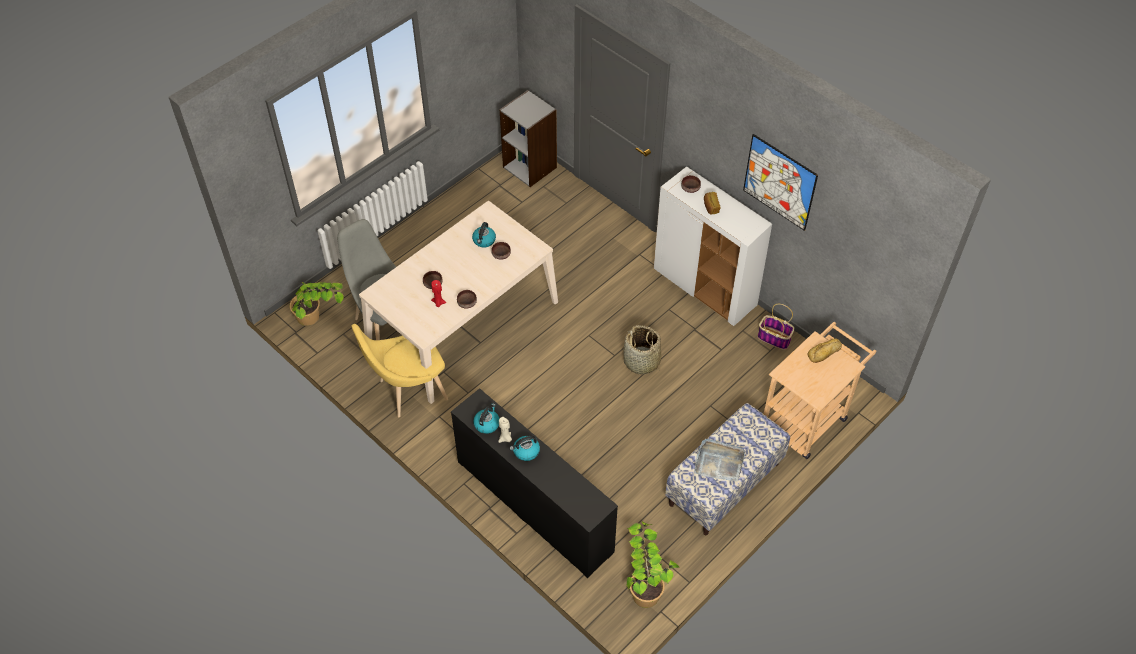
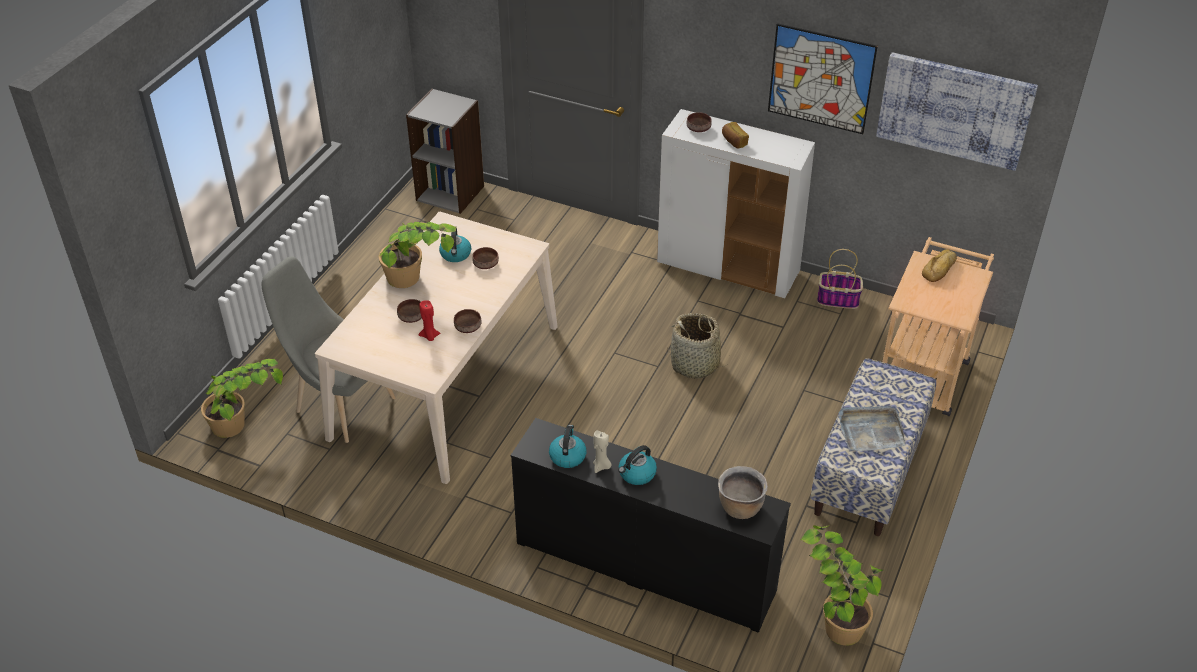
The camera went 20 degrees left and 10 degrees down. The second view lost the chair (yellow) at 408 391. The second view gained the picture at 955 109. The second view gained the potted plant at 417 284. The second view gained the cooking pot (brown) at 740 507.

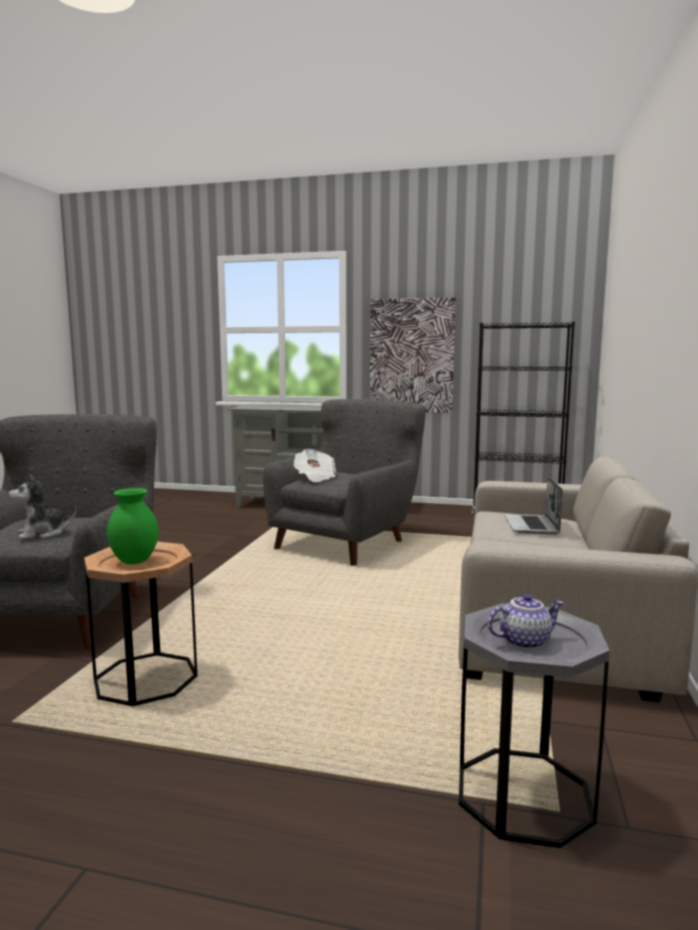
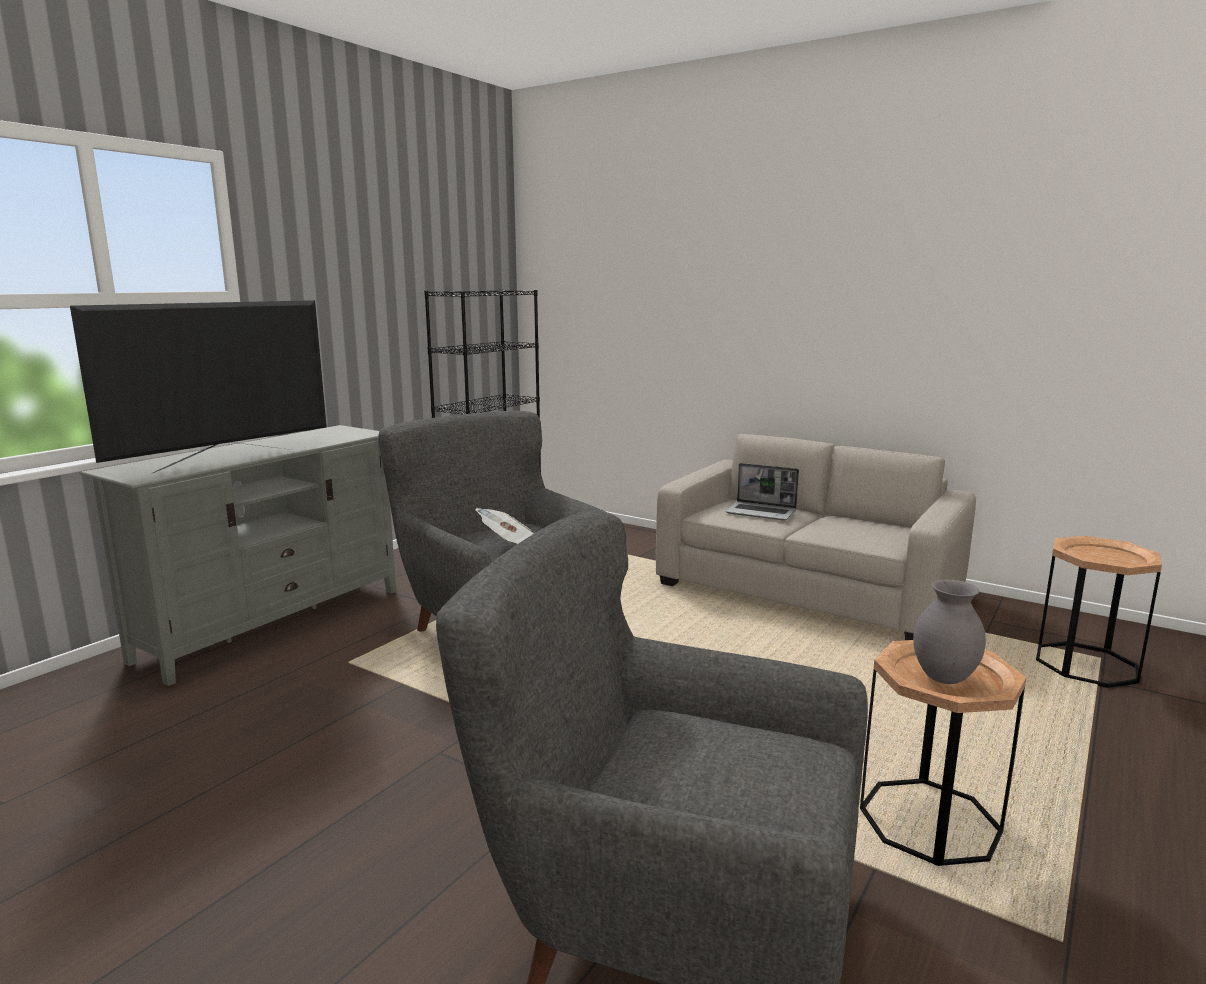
The camera went 70 degrees left and 5 degrees up. The second view lost the picture at 411 356. The second view lost the plush toy at 43 533. What was the vase (green) at 134 561 turned into the vase (grey) at 943 678. The second view lost the teapot at 524 641. What was the side table (grey) at 523 795 turned into the side table (brown) at 1086 664. The second view gained the television at 225 460.

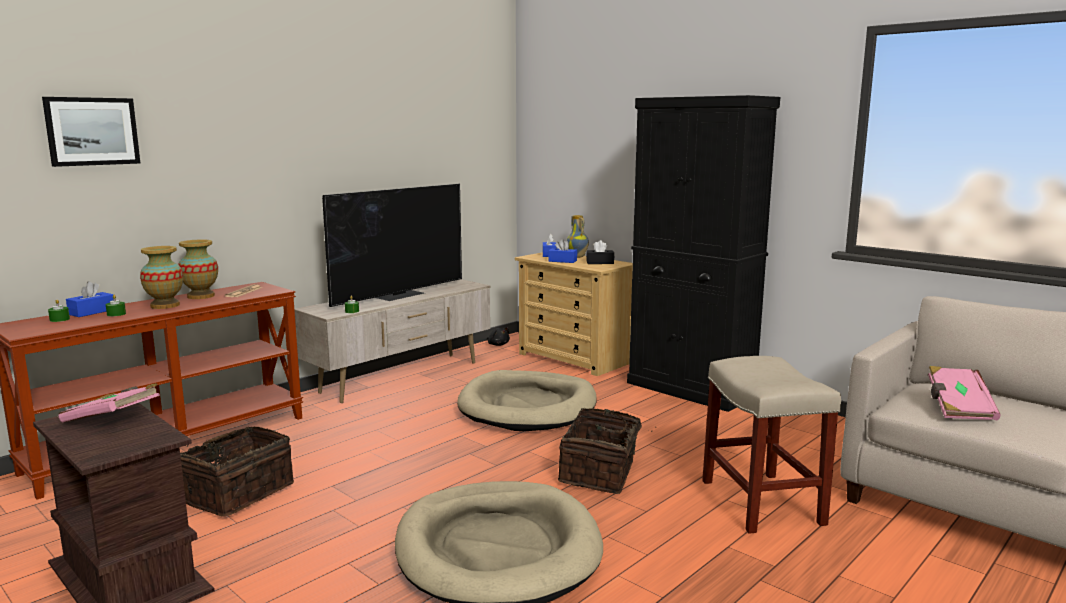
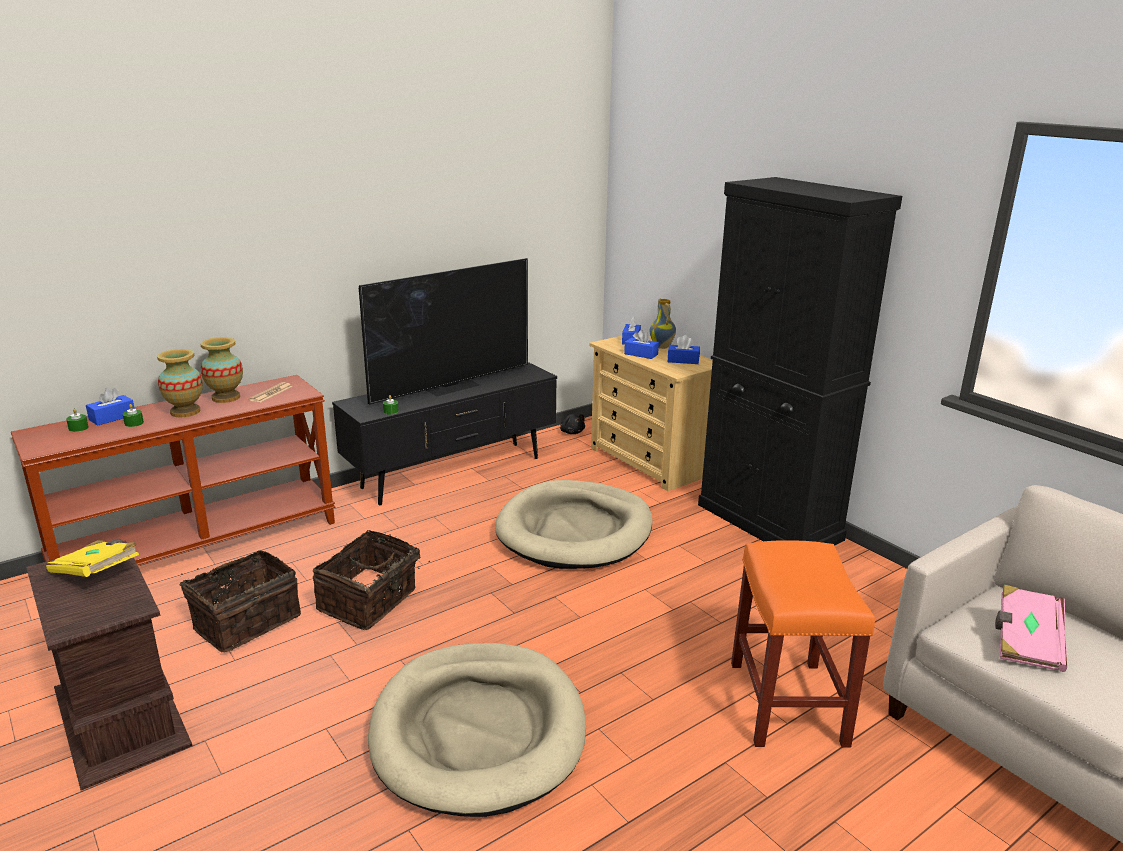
The camera went 10 degrees right and 10 degrees up. The second view lost the picture at 92 131. What was the tissue box (black) at 600 262 turned into the tissue box (blue) at 683 360. What was the tv stand (beige) at 402 377 turned into the tv stand (black) at 453 473. What was the stool (beige) at 762 503 turned into the stool (orange) at 788 704. What was the book (pink) at 113 420 turned into the book (yellow) at 97 573. The basket ended up elsewhere, having gone from 600 473 to 370 601.

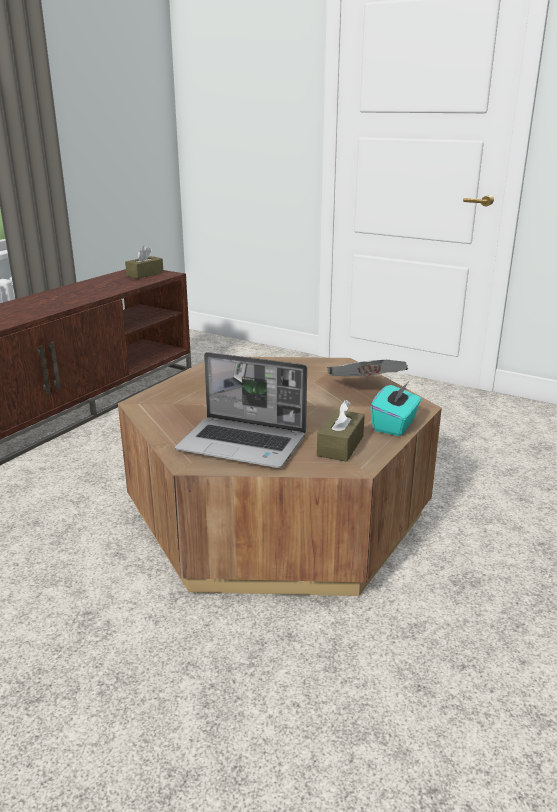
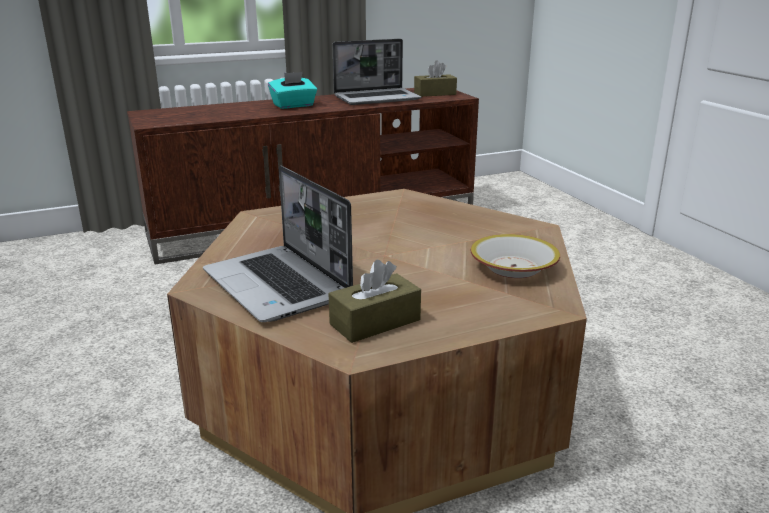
The camera went 35 degrees right and 0 degrees up. Where the newspaper stood at 365 390, the bowl came to stand at 513 267. The tissue box (turquoise) ended up elsewhere, having gone from 395 425 to 293 105. The second view gained the laptop at 377 98.

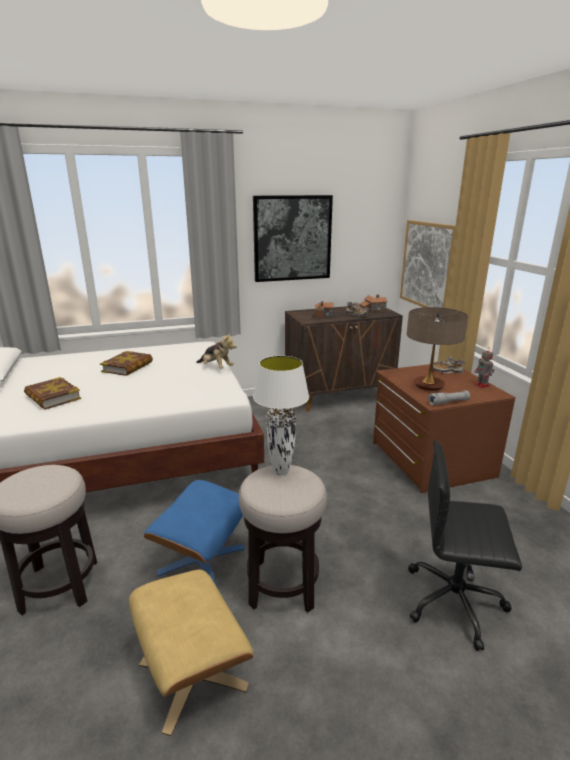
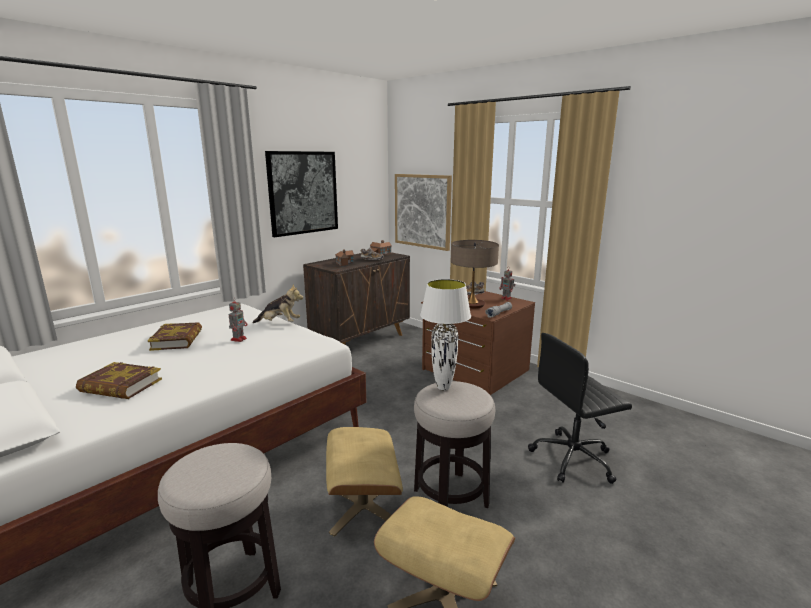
The camera went 30 degrees left and 5 degrees down. What was the ottoman (blue) at 201 560 turned into the ottoman (beige) at 362 506. The second view gained the toy robot at 239 339.

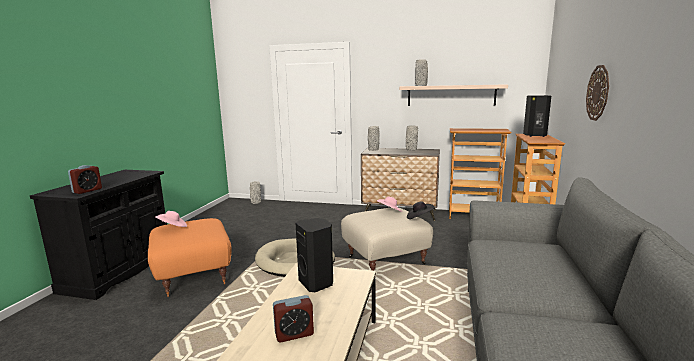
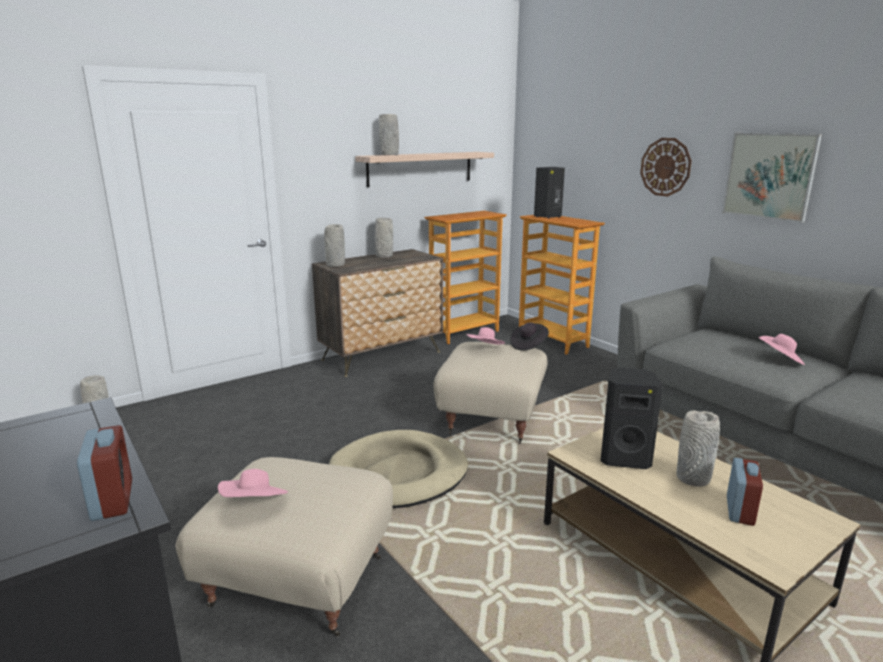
The camera went 50 degrees left and 5 degrees up. What was the ottoman (orange) at 194 275 turned into the ottoman (beige) at 298 582. The second view gained the picture at 769 176. The second view gained the hat (pink) at 780 360. The second view gained the vase (grey) at 693 478.

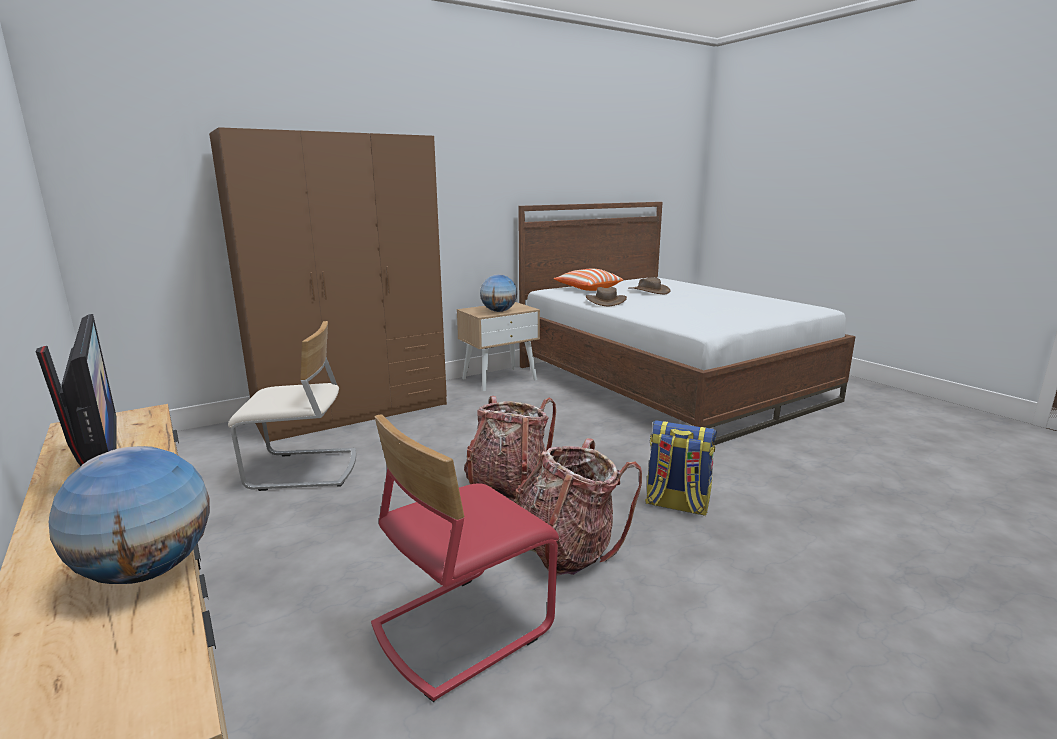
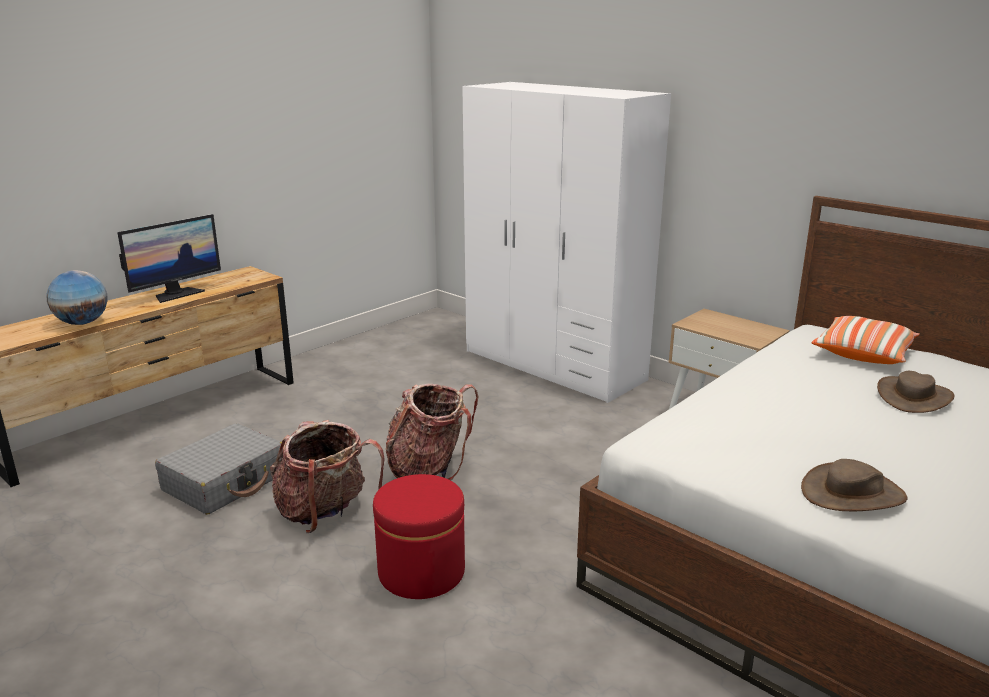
The camera went 75 degrees right and 5 degrees up. What was the wardrobe (brown) at 353 411 turned into the wardrobe (white) at 553 365. The second view lost the globe at 498 311. The hat (brown) ended up elsewhere, having gone from 606 301 to 853 494. The second view lost the chair (beige) at 303 470. Where the chair (red) stood at 461 627, the suitcase (grey) came to stand at 226 482. Where the backpack stood at 676 505, the ottoman (red) came to stand at 421 572.

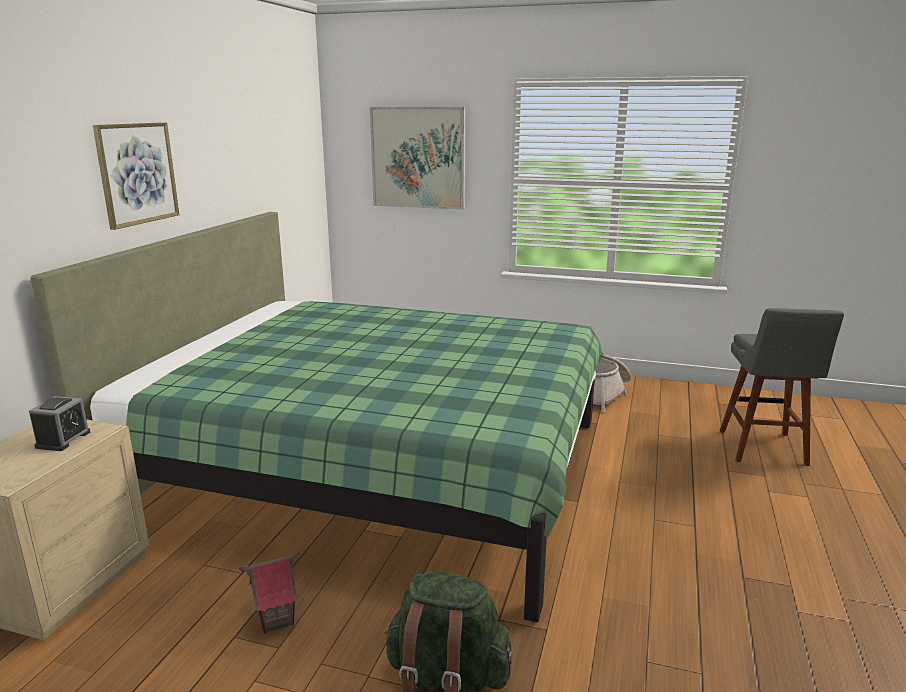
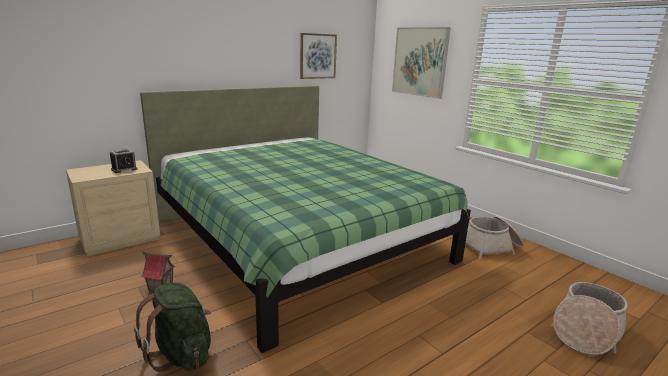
The camera went 35 degrees right and 0 degrees up. The picture ended up elsewhere, having gone from 137 173 to 318 56. Where the stool (grey) stood at 763 449, the basket came to stand at 585 331.

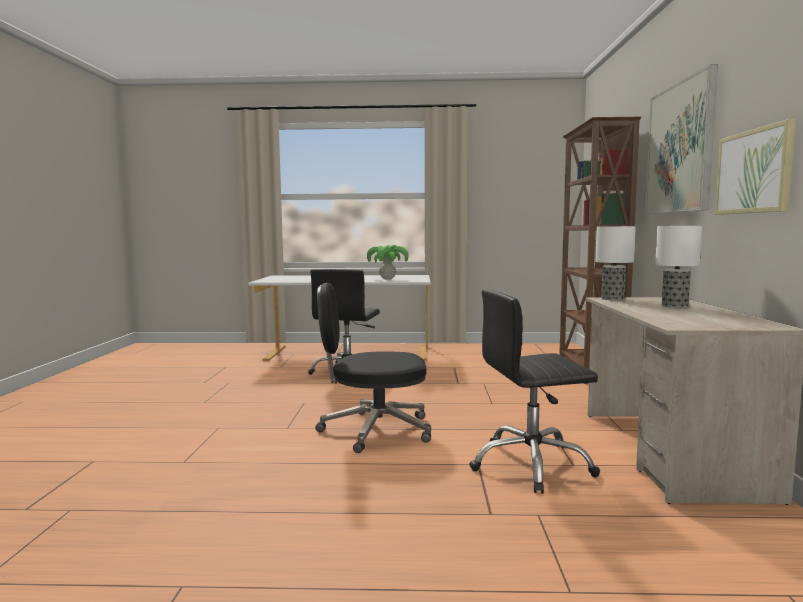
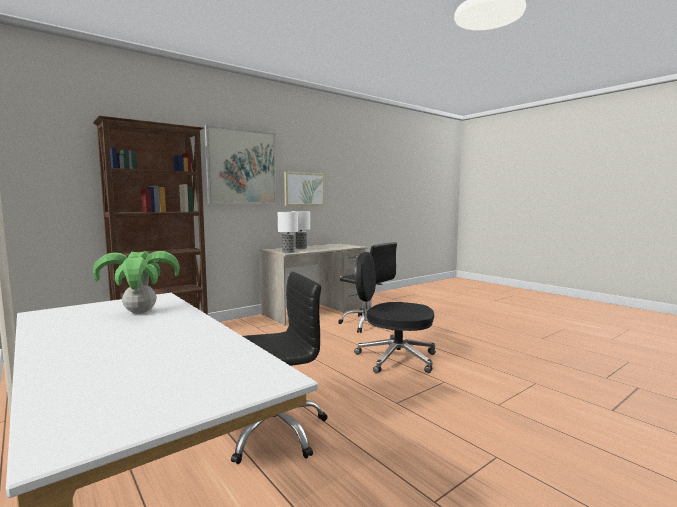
The camera went 130 degrees left and 0 degrees up. The office chair (black) at 374 430 ended up facing another way, 150 degrees clockwise from before.

